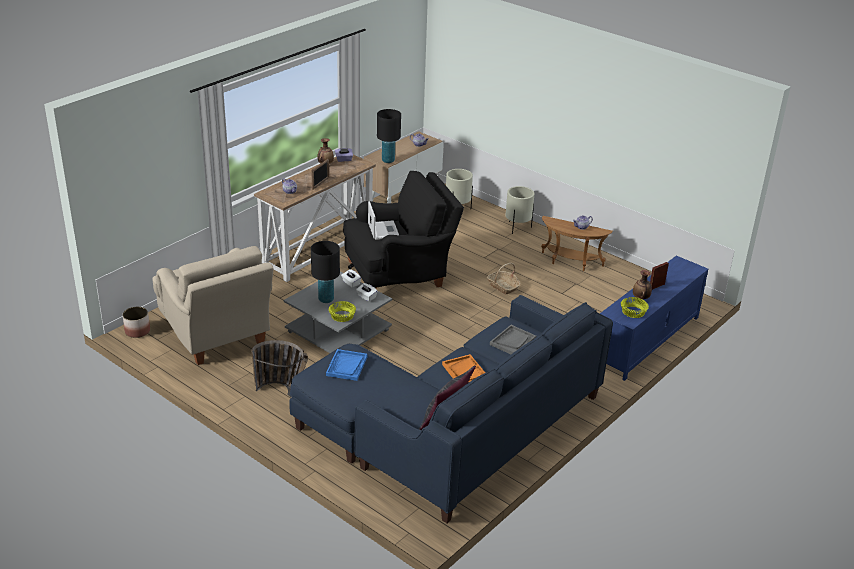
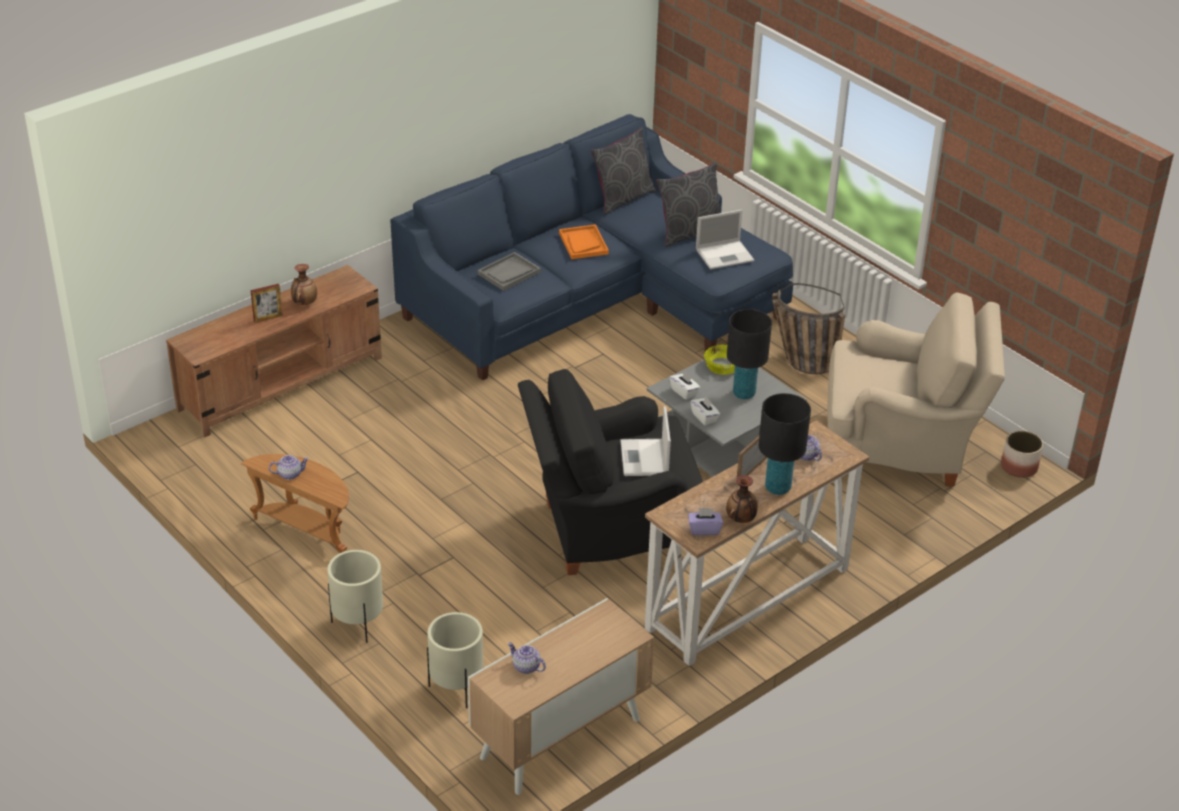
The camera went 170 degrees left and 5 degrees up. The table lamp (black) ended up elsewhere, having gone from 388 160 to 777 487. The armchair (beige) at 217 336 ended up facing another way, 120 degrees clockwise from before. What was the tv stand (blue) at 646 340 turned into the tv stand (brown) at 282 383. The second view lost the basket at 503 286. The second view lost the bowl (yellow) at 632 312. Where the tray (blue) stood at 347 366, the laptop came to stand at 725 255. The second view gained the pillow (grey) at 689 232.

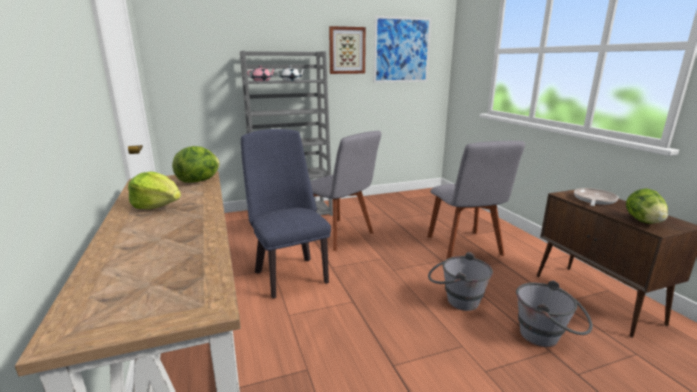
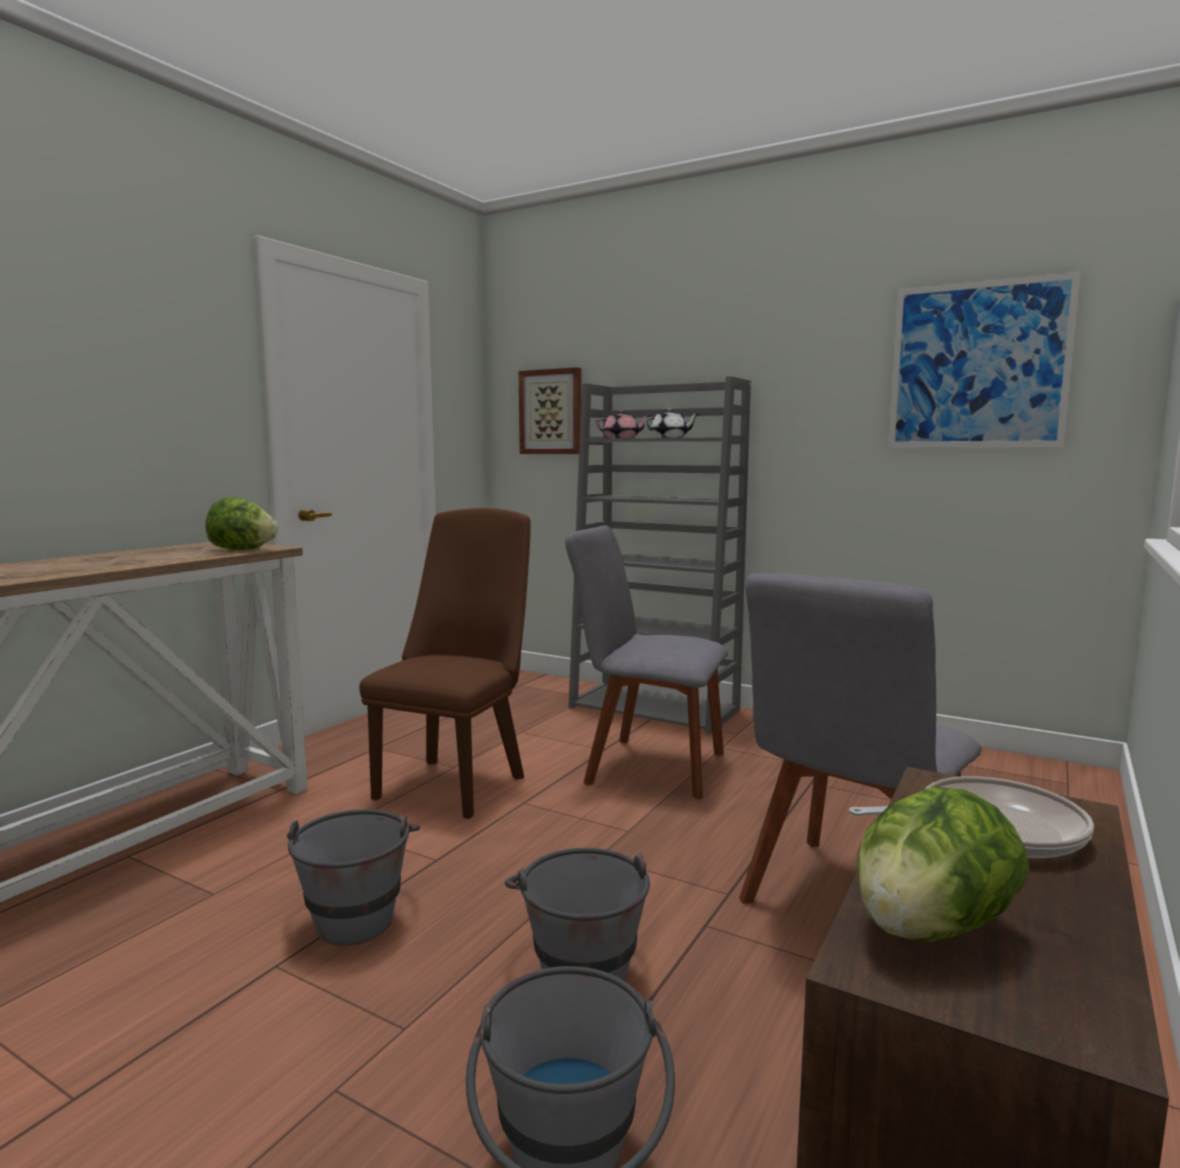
The camera went 50 degrees right and 10 degrees down. The picture ended up elsewhere, having gone from 347 50 to 551 412. What was the chair (blue) at 289 273 turned into the chair (brown) at 456 782. The chair (grey) at 340 235 ended up facing another way, 105 degrees clockwise from before. The second view lost the lettuce at 157 206. The second view gained the bucket (grey) at 357 913.

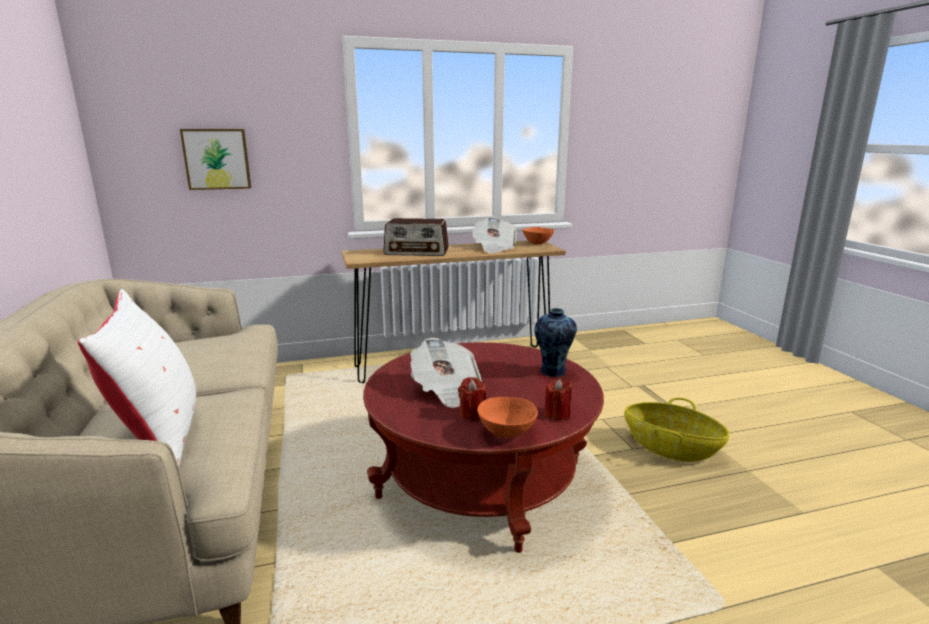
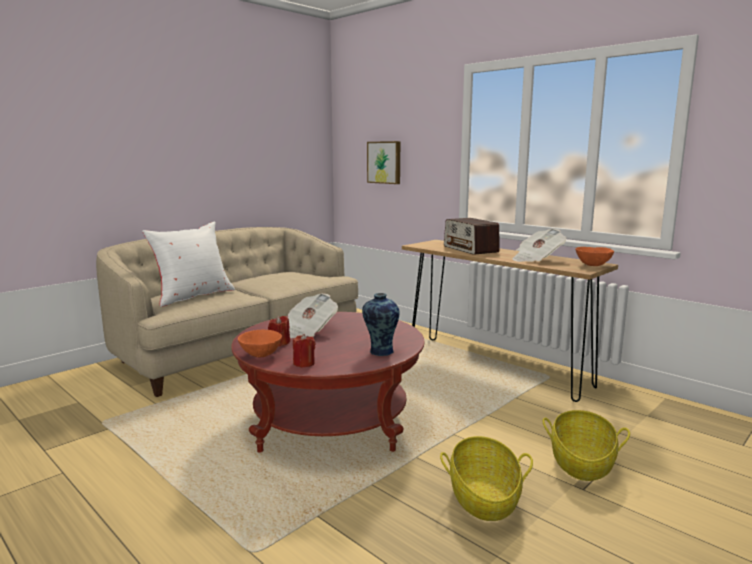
The camera went 60 degrees right and 5 degrees down. The second view gained the basket at 581 462.

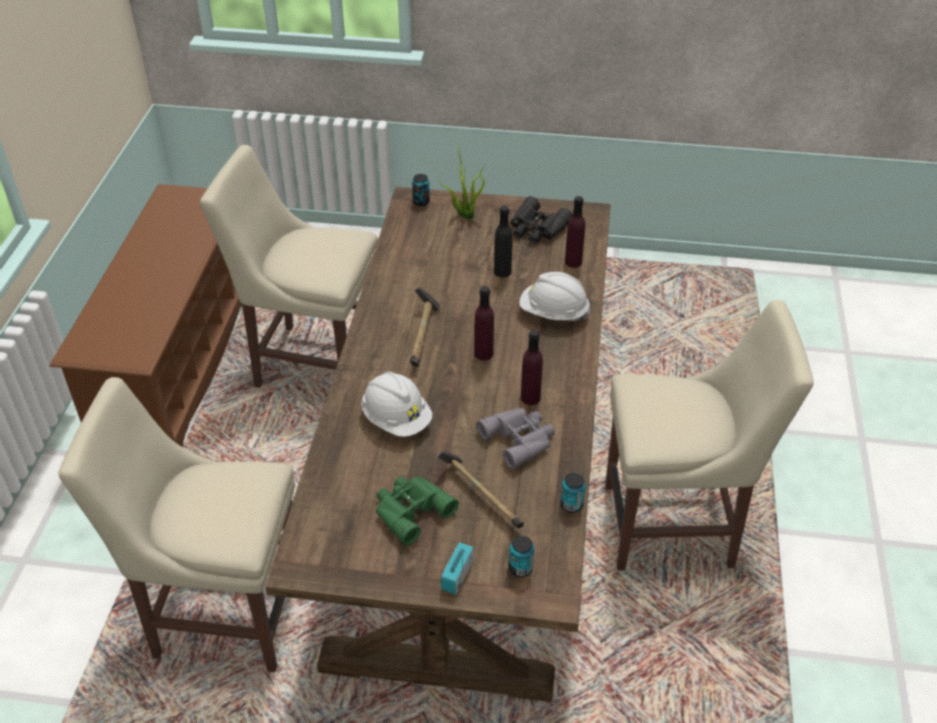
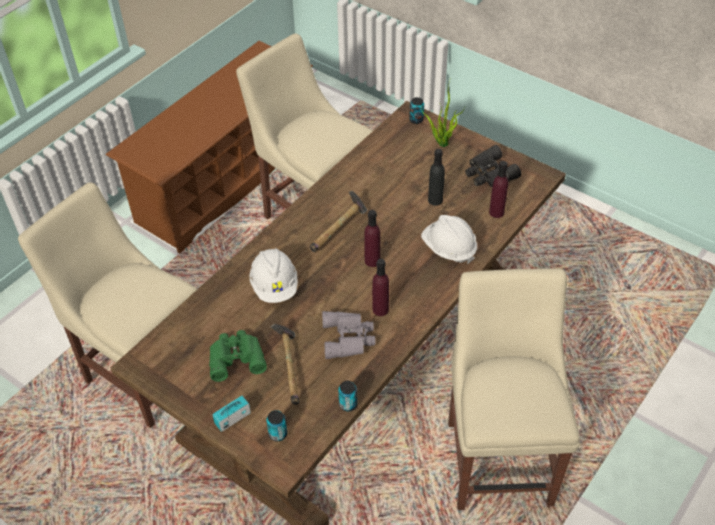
The camera went 30 degrees right and 5 degrees up. The chair (beige) at 676 526 ended up facing another way, 120 degrees counterclockwise from before.

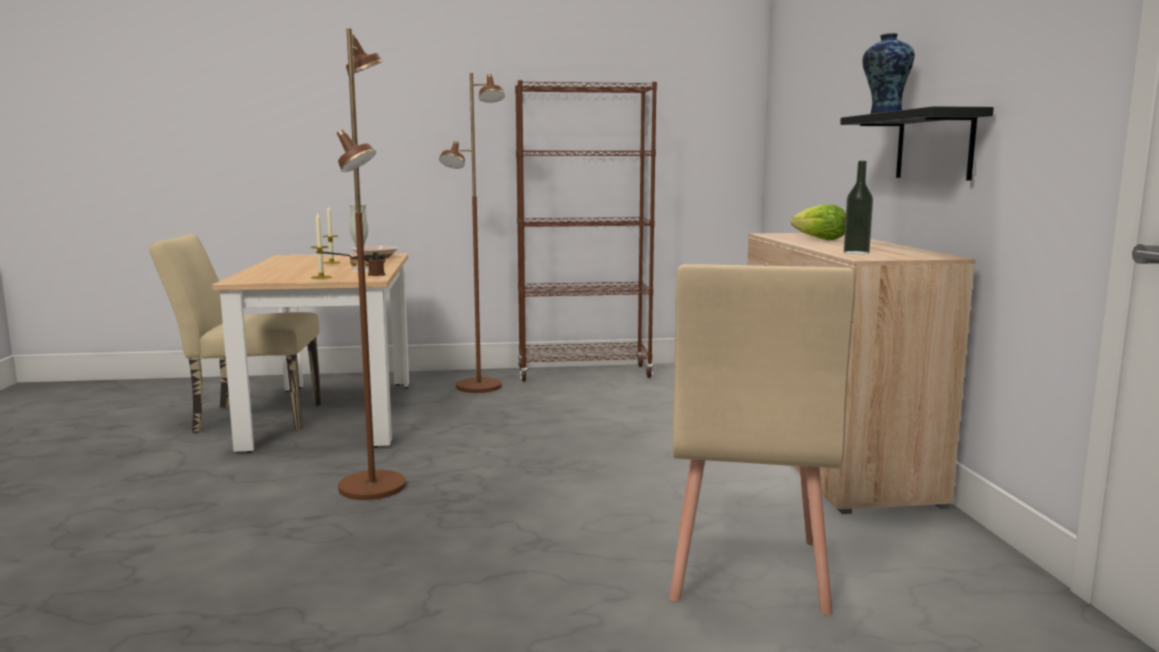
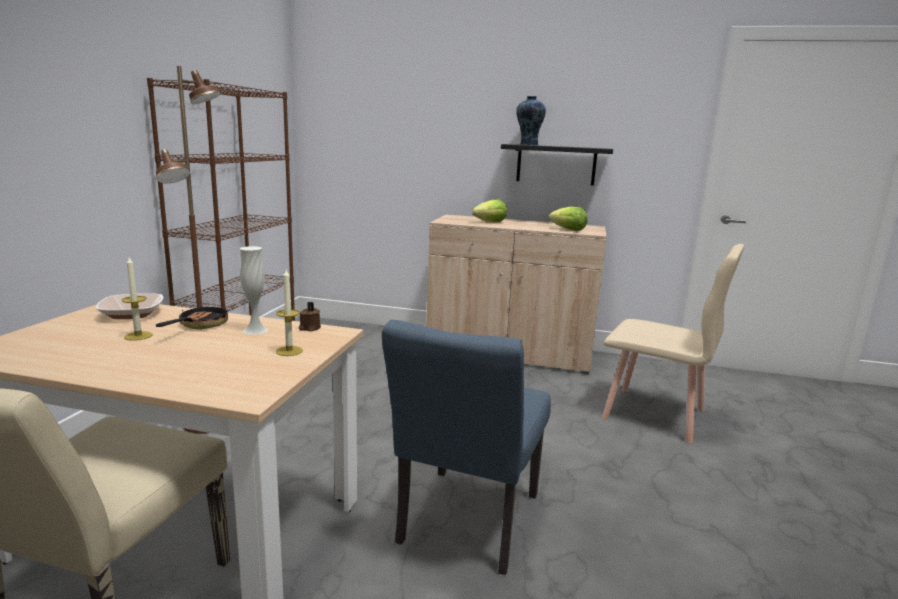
The camera went 70 degrees left and 5 degrees up. Where the floor lamp (brown) stood at 374 486, the chair (blue) came to stand at 464 525. Where the bottle stood at 856 252, the lettuce came to stand at 568 230.

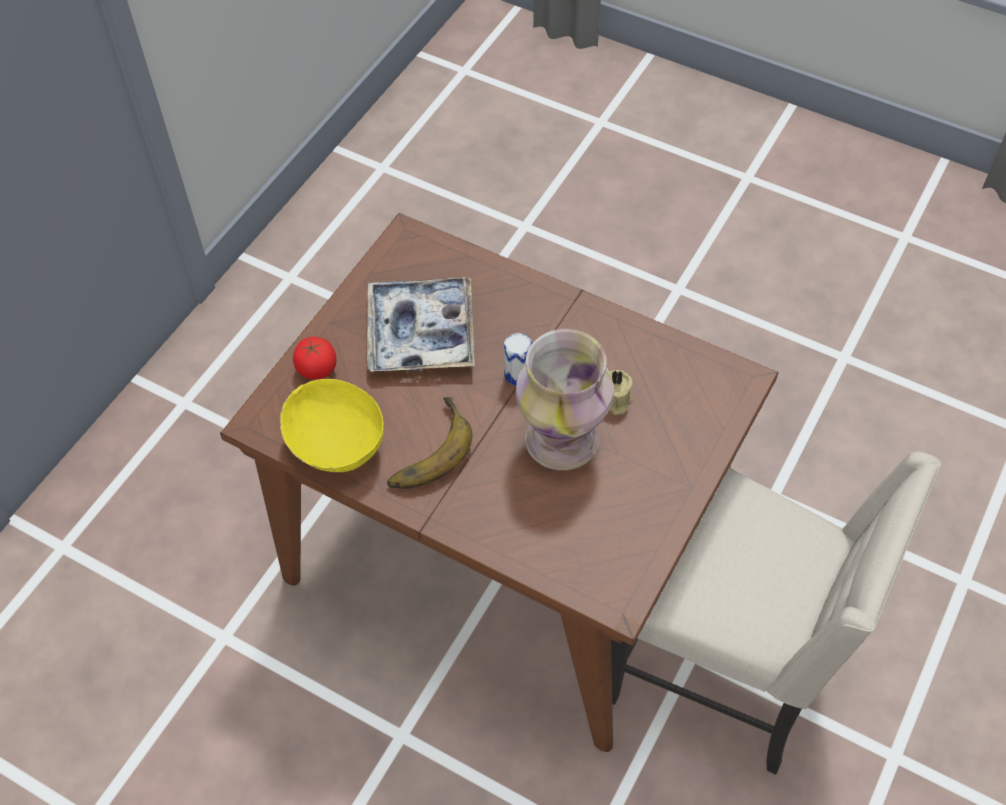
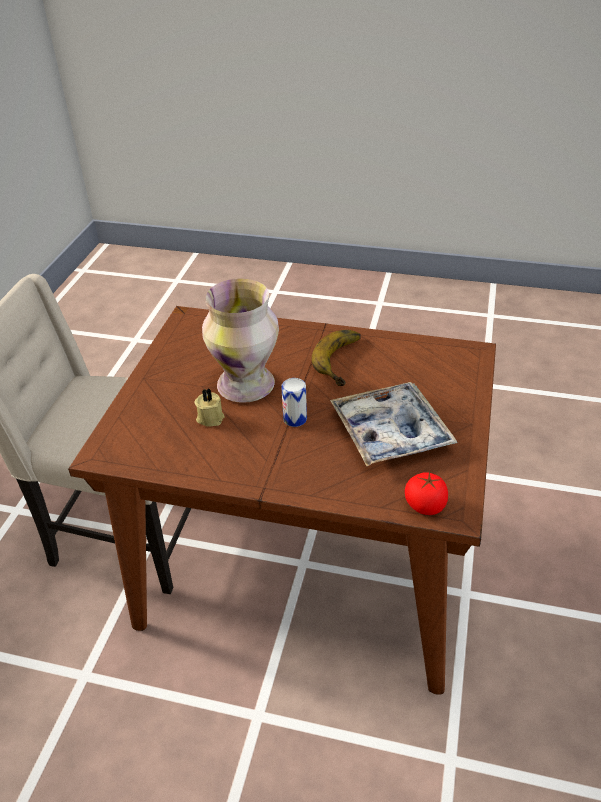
The camera went 165 degrees right and 15 degrees down. The tomato ended up elsewhere, having gone from 317 369 to 425 505. The second view lost the bowl (yellow) at 335 444.

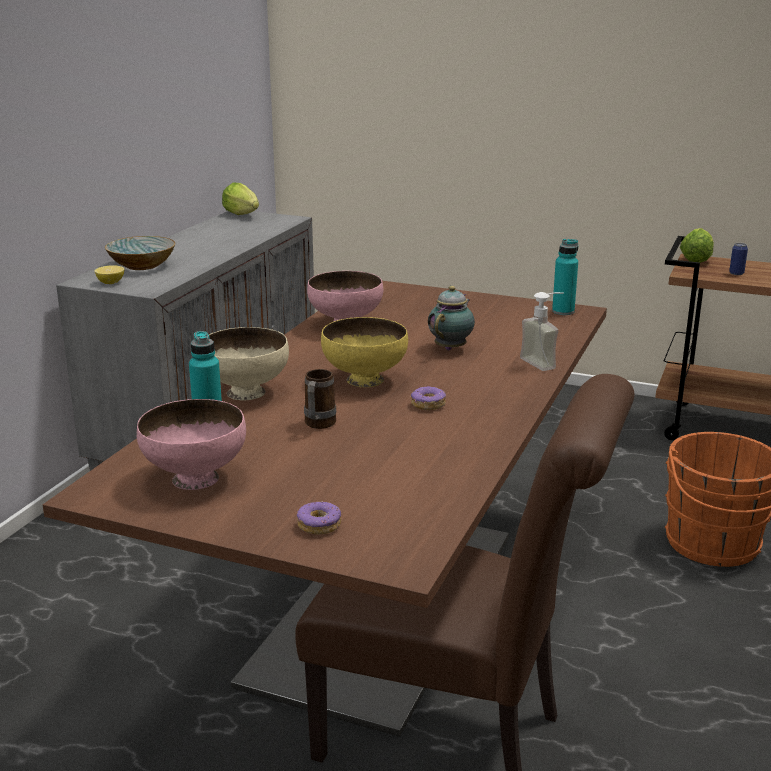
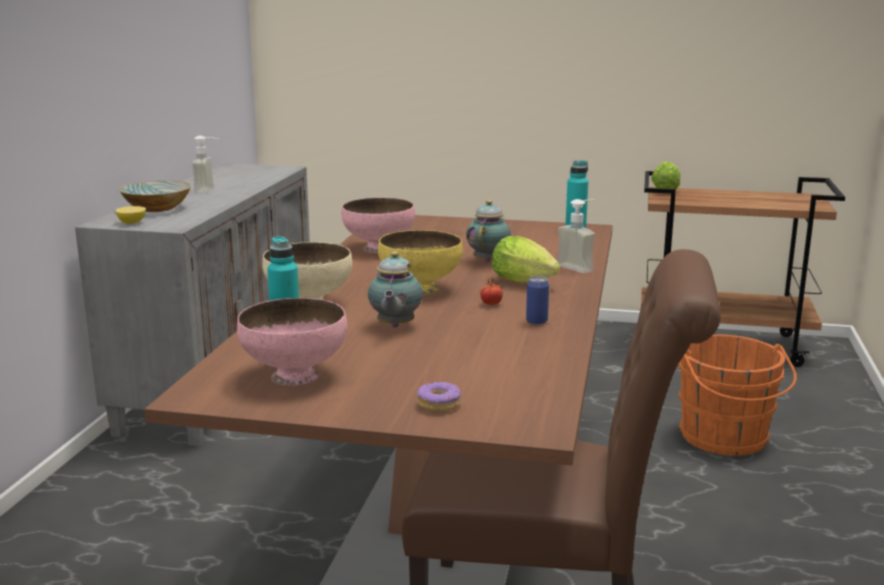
The camera went 10 degrees left and 5 degrees down. The lettuce ended up elsewhere, having gone from 243 215 to 526 283. The can ended up elsewhere, having gone from 736 273 to 536 322. Where the mug stood at 318 425, the teapot came to stand at 394 326. Where the donut stood at 428 404, the tomato came to stand at 491 304. The second view gained the soap dispenser at 210 190.

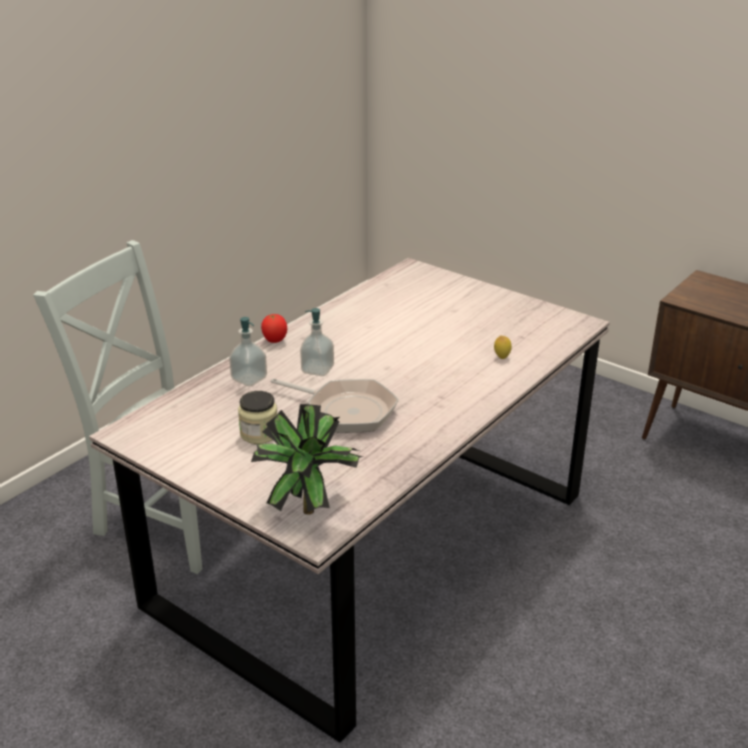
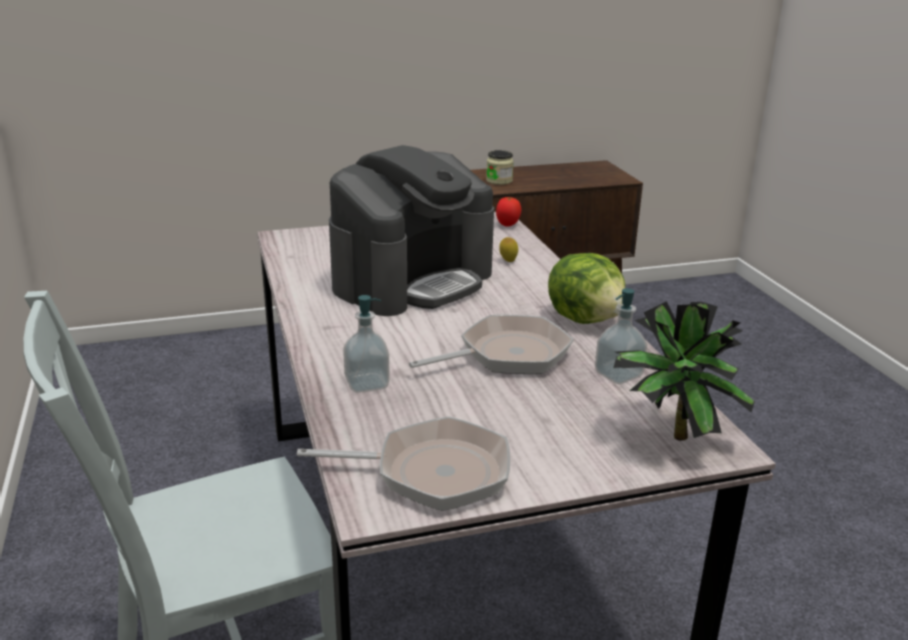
The camera went 55 degrees left and 5 degrees down. The soap dispenser ended up elsewhere, having gone from 317 369 to 618 375. The tomato ended up elsewhere, having gone from 274 341 to 507 225. The jar ended up elsewhere, having gone from 259 433 to 499 181. The second view gained the coffee machine at 412 280. The second view gained the lettuce at 586 318. The second view gained the frying pan at 432 472.

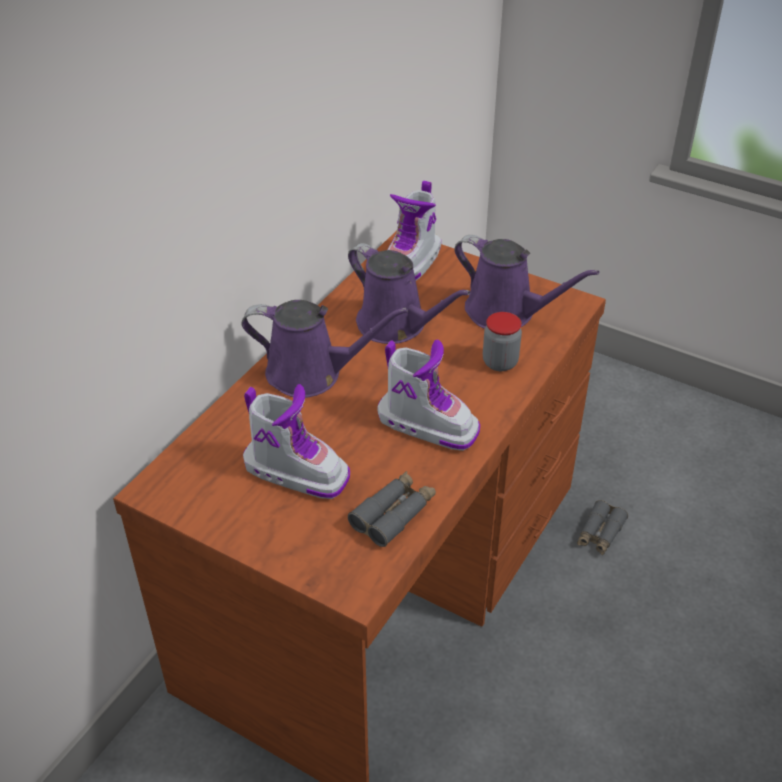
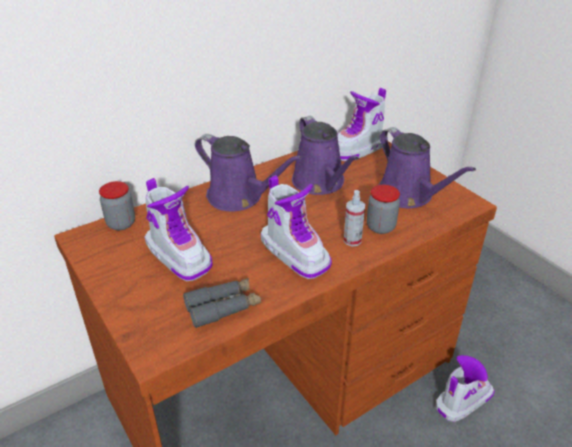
The camera went 25 degrees right and 5 degrees down. Where the binoculars (grey) stood at 600 533, the boot came to stand at 462 401. The second view gained the jar at 121 223. The second view gained the spray bottle at 352 240.

